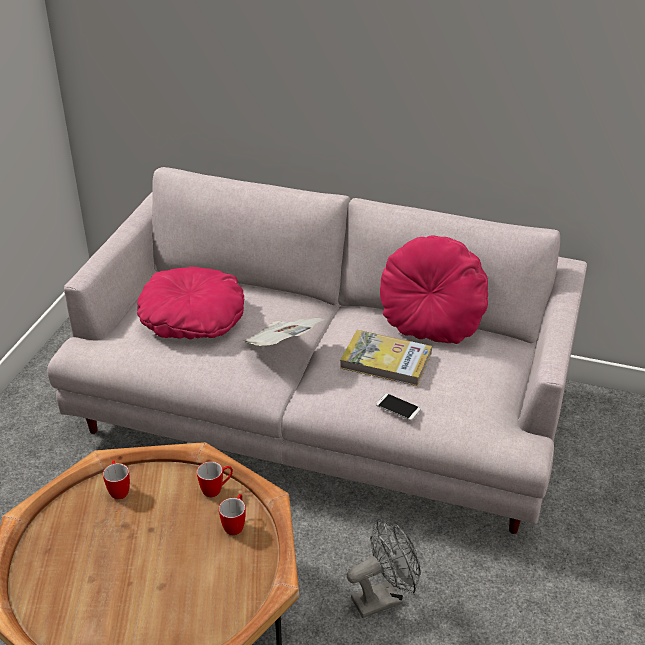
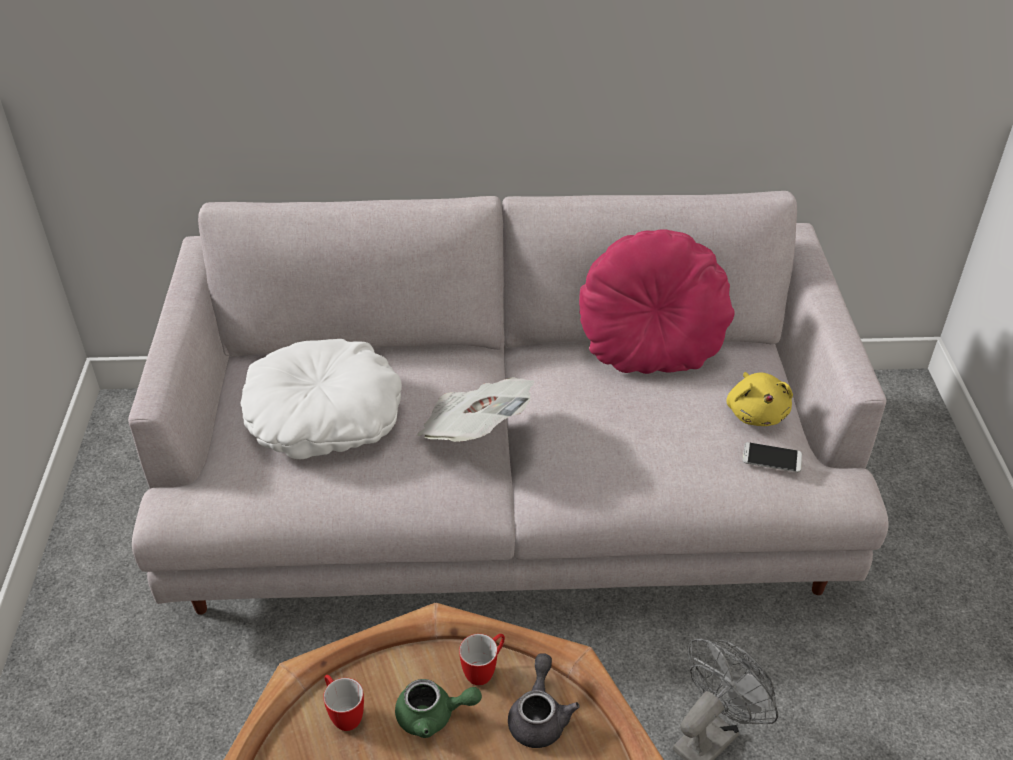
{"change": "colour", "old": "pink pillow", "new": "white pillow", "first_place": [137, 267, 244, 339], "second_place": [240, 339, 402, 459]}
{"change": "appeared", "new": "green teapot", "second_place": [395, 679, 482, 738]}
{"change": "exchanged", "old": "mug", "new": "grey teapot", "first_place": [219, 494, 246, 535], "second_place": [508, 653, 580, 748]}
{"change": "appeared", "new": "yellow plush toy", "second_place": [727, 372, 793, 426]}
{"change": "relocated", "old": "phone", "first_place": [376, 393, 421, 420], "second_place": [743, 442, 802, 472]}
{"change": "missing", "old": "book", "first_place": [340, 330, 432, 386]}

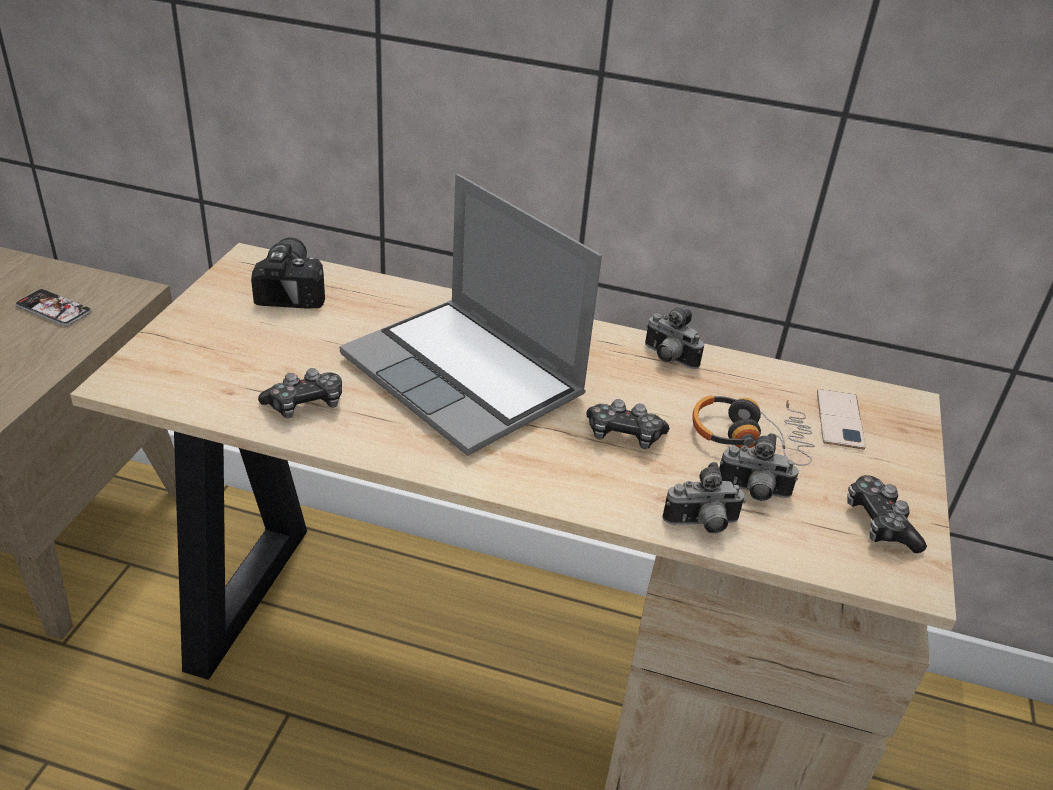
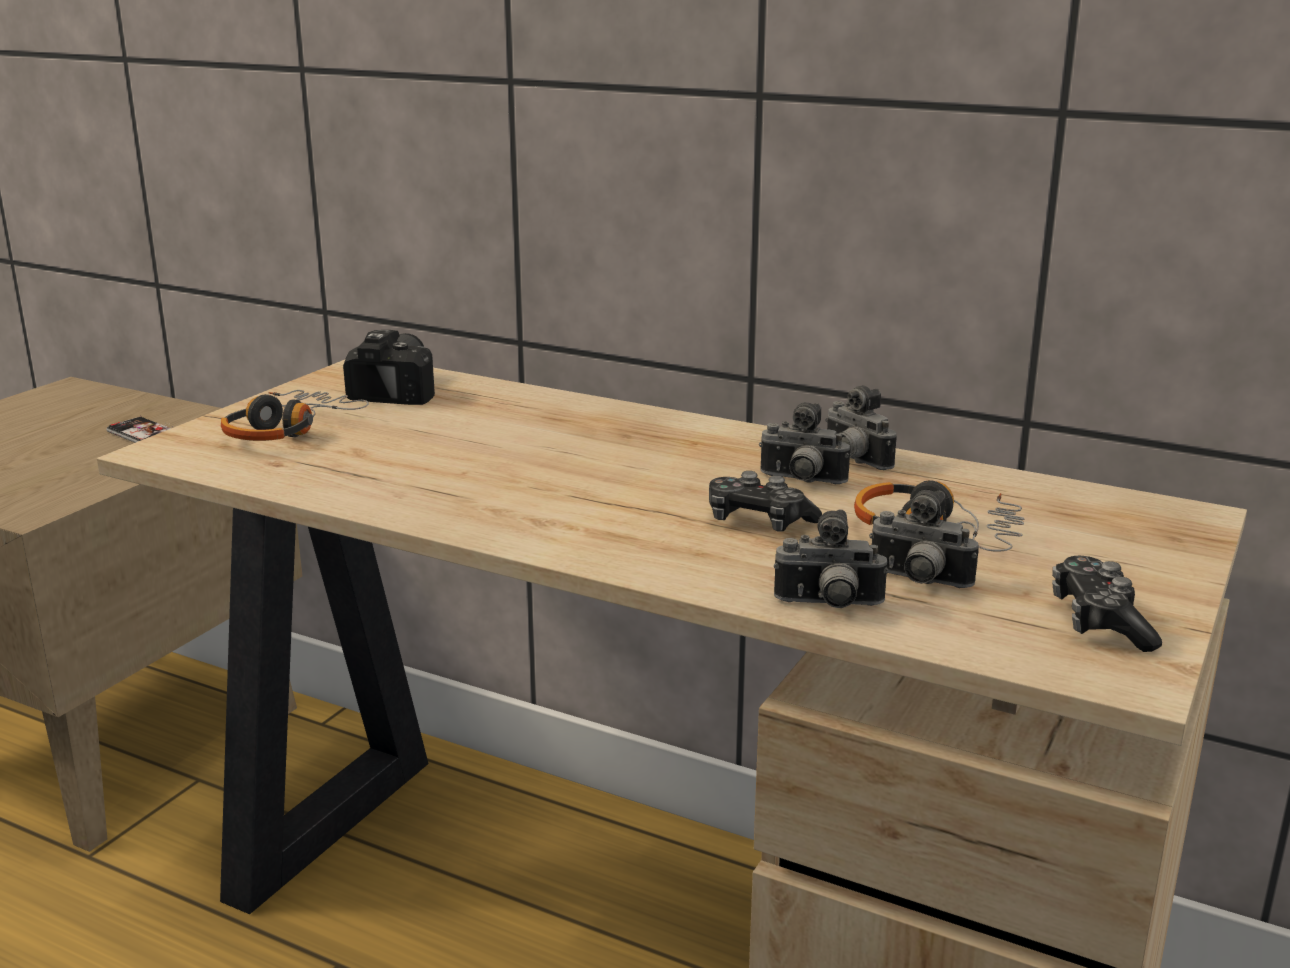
{"change": "appeared", "new": "headphones", "second_place": [221, 390, 369, 441]}
{"change": "appeared", "new": "photo camera", "second_place": [759, 402, 850, 484]}
{"change": "missing", "old": "game controller", "first_place": [258, 368, 342, 418]}
{"change": "missing", "old": "laptop", "first_place": [340, 174, 602, 456]}
{"change": "missing", "old": "phone", "first_place": [817, 389, 865, 449]}

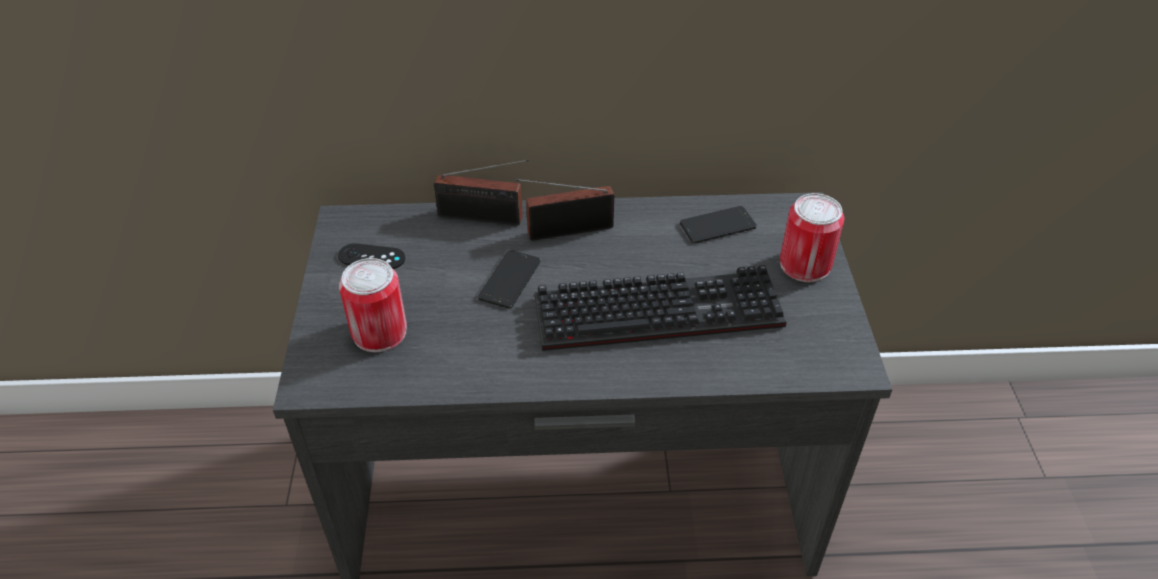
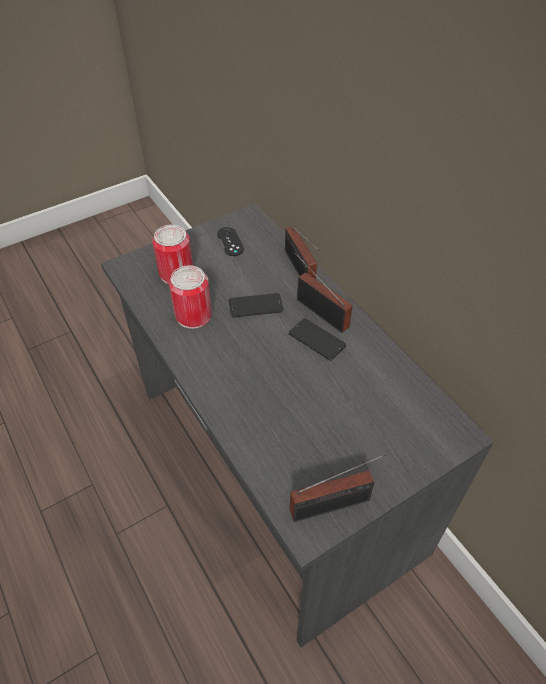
{"change": "relocated", "old": "can", "first_place": [780, 193, 844, 282], "second_place": [169, 265, 212, 329]}
{"change": "relocated", "old": "phone", "first_place": [680, 206, 757, 243], "second_place": [288, 318, 346, 361]}
{"change": "appeared", "new": "radio", "second_place": [290, 454, 385, 522]}
{"change": "missing", "old": "keyboard", "first_place": [535, 265, 787, 351]}

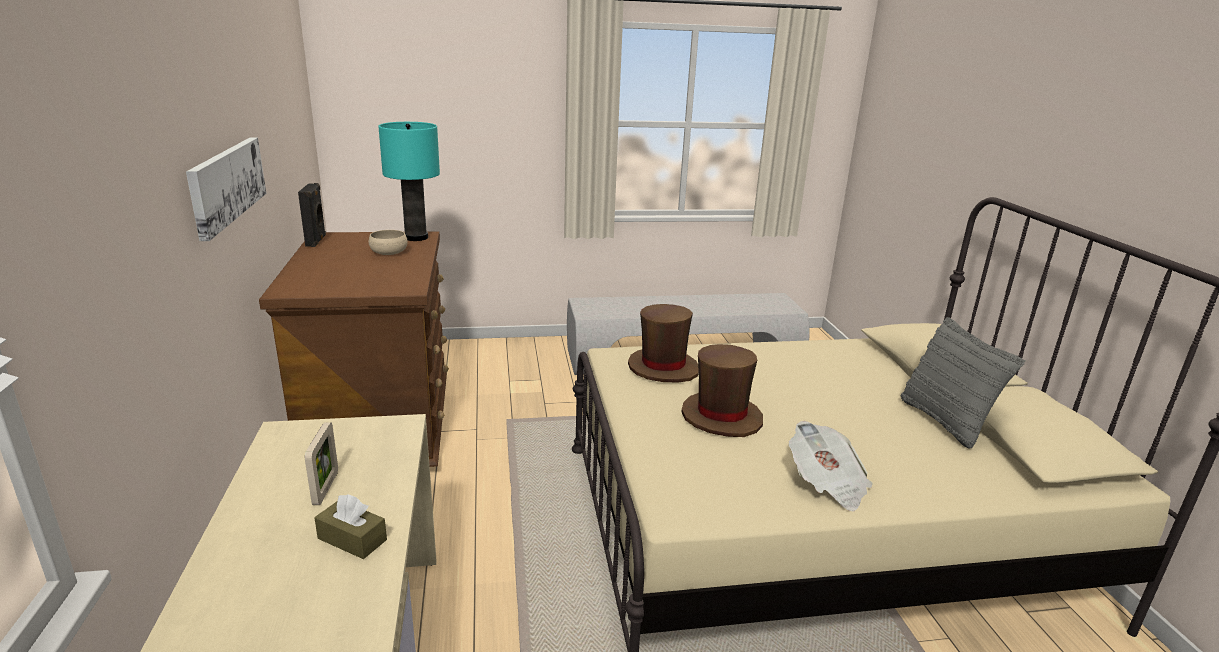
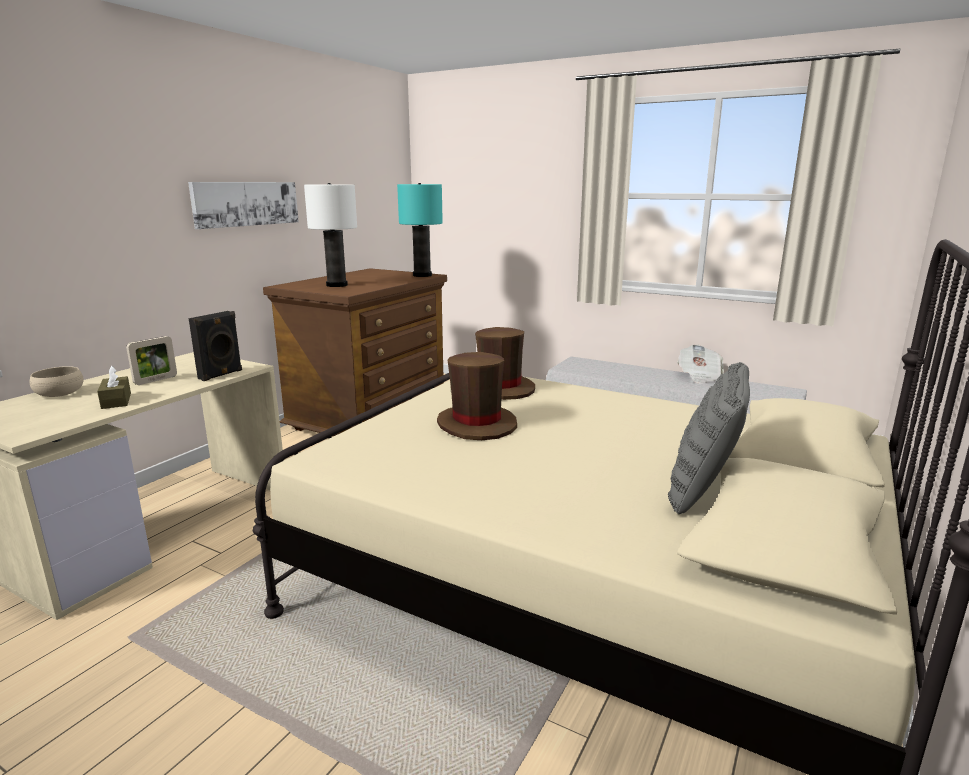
{"change": "relocated", "old": "beige bowl", "first_place": [368, 230, 408, 255], "second_place": [30, 366, 84, 397]}
{"change": "relocated", "old": "black speaker", "first_place": [298, 183, 326, 247], "second_place": [189, 311, 242, 381]}
{"change": "appeared", "new": "white table lamp", "second_place": [304, 183, 357, 287]}
{"change": "relocated", "old": "newspaper", "first_place": [789, 421, 873, 512], "second_place": [677, 344, 724, 384]}

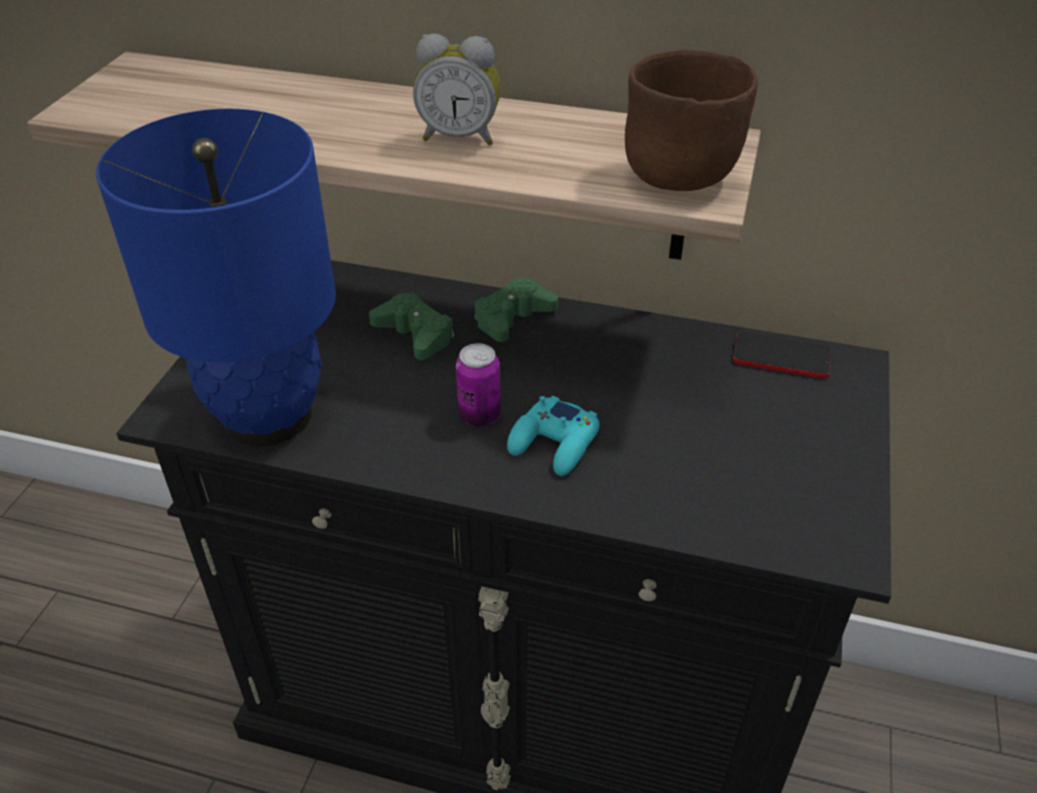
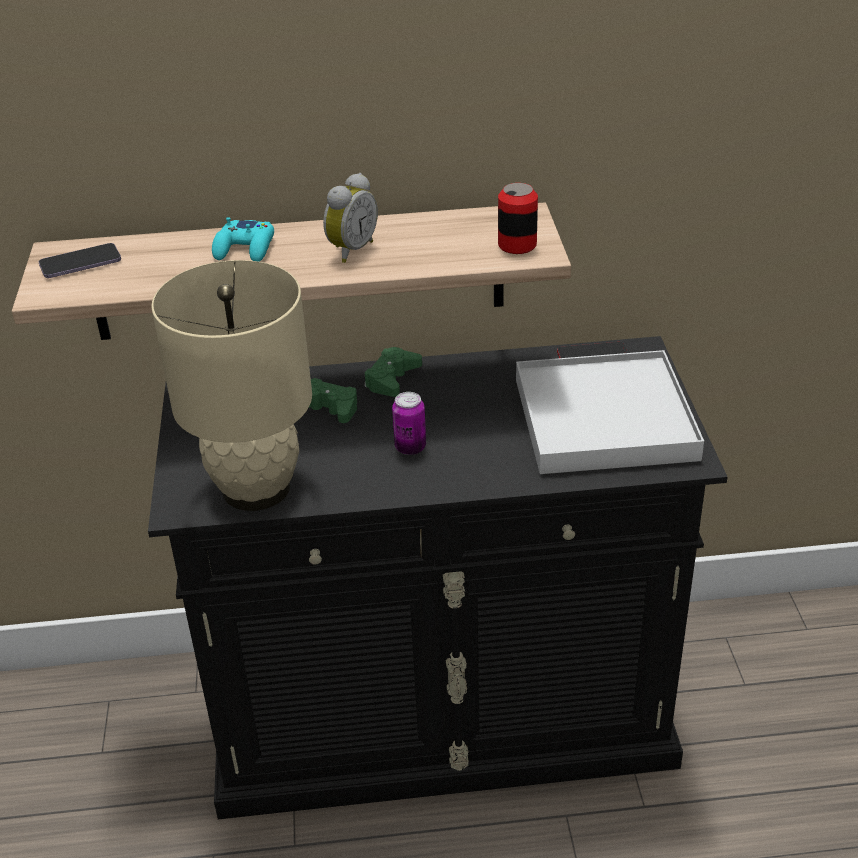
{"change": "appeared", "new": "phone", "second_place": [39, 243, 121, 278]}
{"change": "colour", "old": "blue table lamp", "new": "beige table lamp", "first_place": [96, 109, 336, 446], "second_place": [152, 260, 312, 511]}
{"change": "relocated", "old": "turquoise game controller", "first_place": [507, 396, 600, 476], "second_place": [212, 217, 274, 262]}
{"change": "spun", "old": "alarm clock", "first_place": [413, 34, 501, 146], "second_place": [323, 173, 378, 263], "degrees": -45}
{"change": "exchanged", "old": "brown bowl", "new": "can", "first_place": [625, 50, 758, 191], "second_place": [498, 183, 538, 254]}
{"change": "appeared", "new": "white tray", "second_place": [516, 350, 704, 474]}

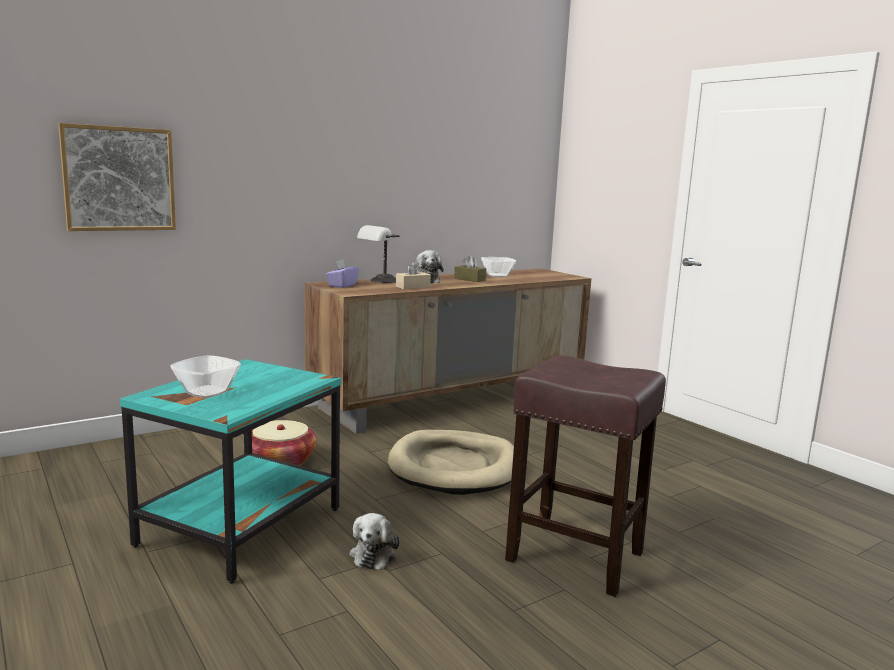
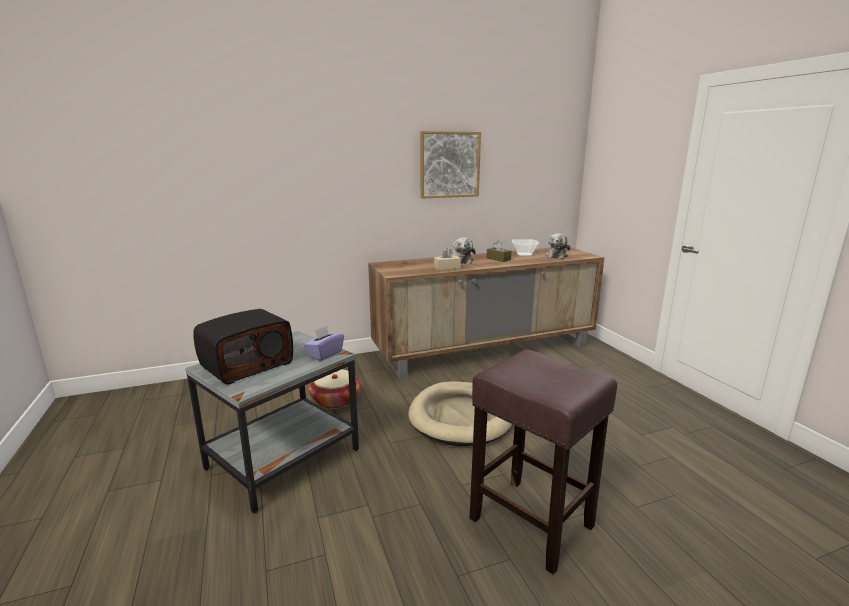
{"change": "colour", "old": "turquoise side table", "new": "grey side table", "first_place": [120, 359, 341, 584], "second_place": [185, 331, 359, 513]}
{"change": "exchanged", "old": "bowl", "new": "radio", "first_place": [170, 355, 241, 398], "second_place": [193, 309, 293, 384]}
{"change": "relocated", "old": "purple tissue box", "first_place": [326, 259, 359, 288], "second_place": [304, 326, 344, 361]}
{"change": "relocated", "old": "picture", "first_place": [58, 123, 176, 231], "second_place": [420, 131, 481, 199]}
{"change": "relocated", "old": "plush toy", "first_place": [350, 513, 400, 570], "second_place": [545, 233, 570, 259]}
{"change": "missing", "old": "table lamp", "first_place": [357, 225, 400, 283]}

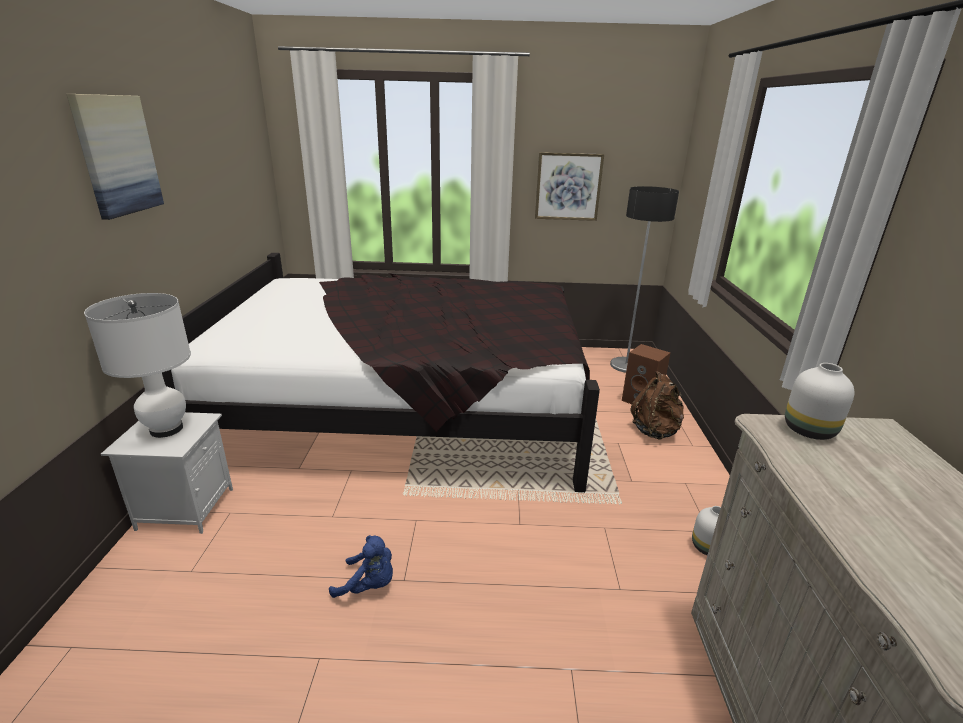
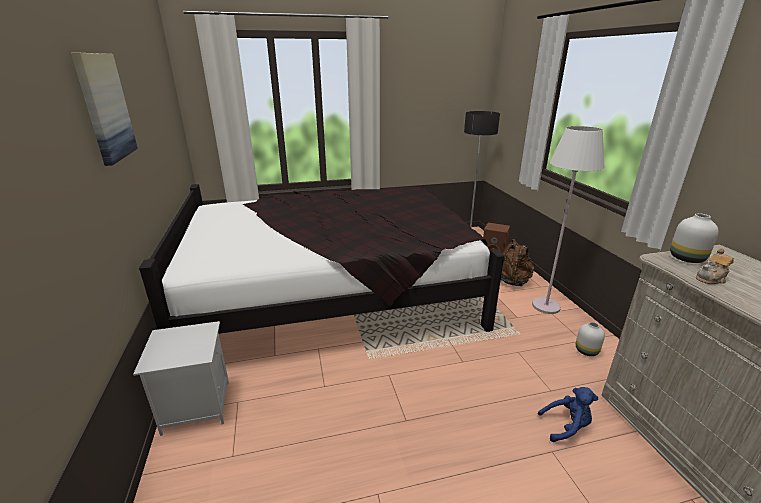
{"change": "appeared", "new": "white floor lamp", "second_place": [532, 126, 604, 314]}
{"change": "relocated", "old": "blue plush toy", "first_place": [329, 535, 393, 598], "second_place": [538, 387, 598, 442]}
{"change": "appeared", "new": "teapot", "second_place": [696, 248, 734, 284]}
{"change": "missing", "old": "white table lamp", "first_place": [84, 293, 191, 438]}
{"change": "missing", "old": "picture", "first_place": [535, 152, 604, 221]}

